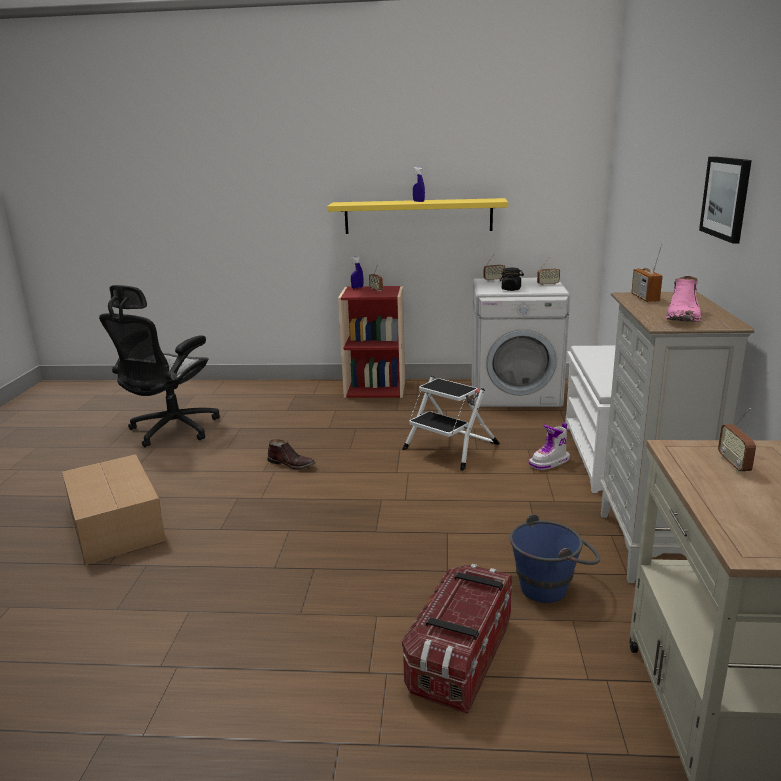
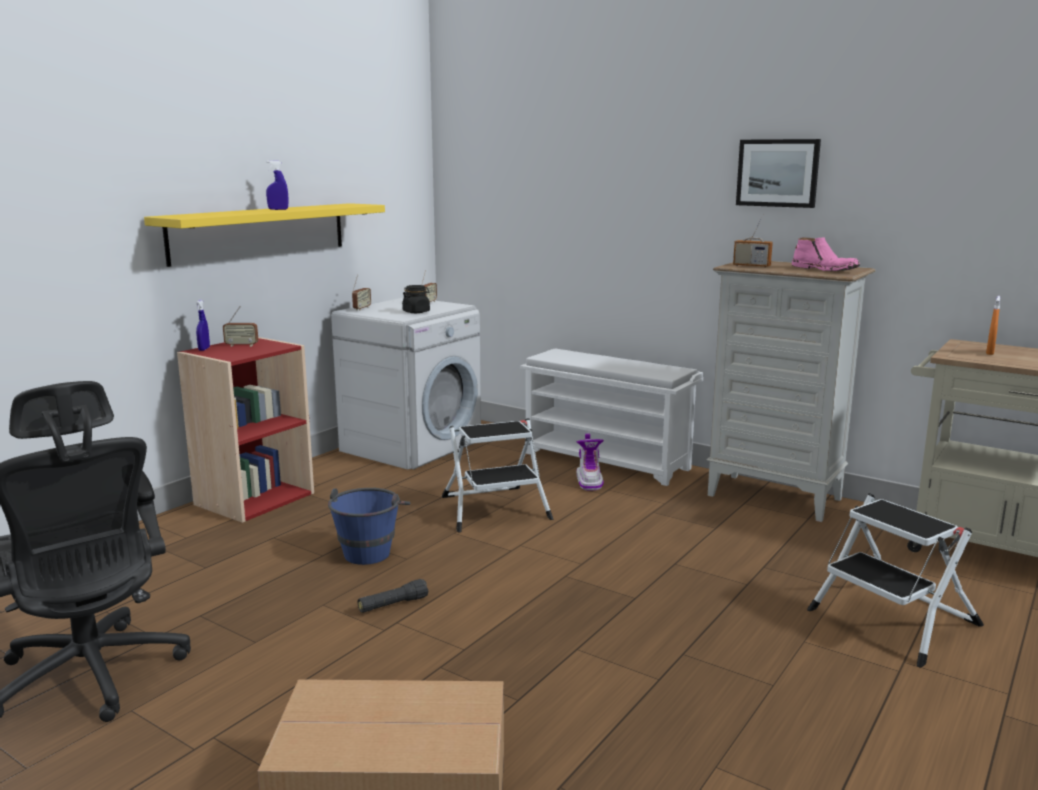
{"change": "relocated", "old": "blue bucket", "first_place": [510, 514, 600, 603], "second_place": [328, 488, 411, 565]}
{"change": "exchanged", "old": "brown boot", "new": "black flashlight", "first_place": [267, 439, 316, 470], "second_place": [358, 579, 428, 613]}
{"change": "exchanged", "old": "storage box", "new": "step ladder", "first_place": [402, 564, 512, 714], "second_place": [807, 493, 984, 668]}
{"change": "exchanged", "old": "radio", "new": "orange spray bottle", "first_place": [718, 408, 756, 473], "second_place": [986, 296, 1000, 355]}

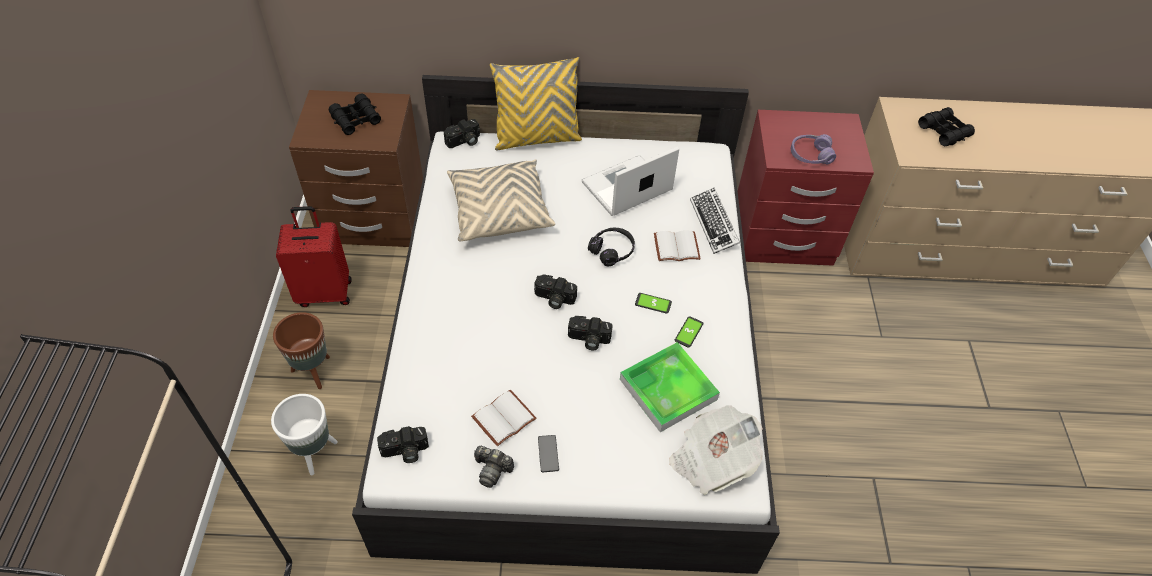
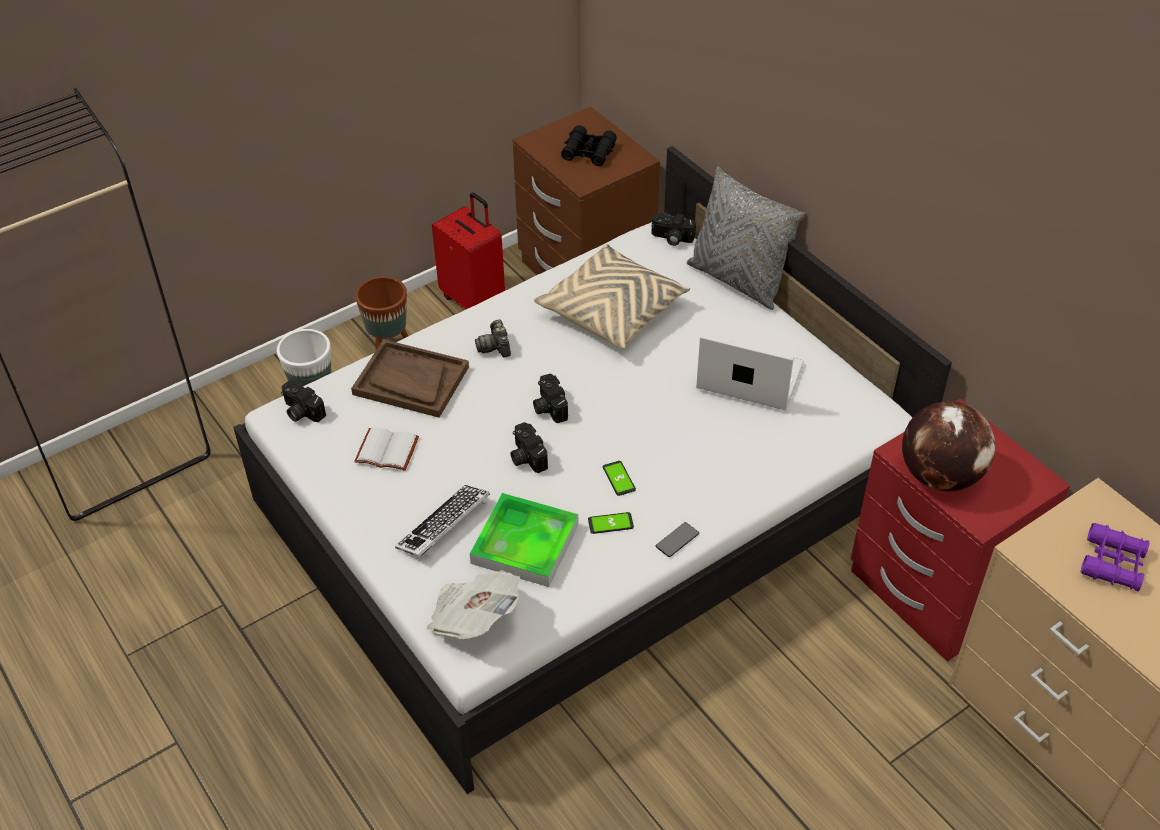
{"change": "appeared", "new": "brown tray", "second_place": [351, 339, 469, 418]}
{"change": "relocated", "old": "keyboard", "first_place": [690, 187, 740, 254], "second_place": [395, 485, 490, 557]}
{"change": "relocated", "old": "photo camera", "first_place": [474, 446, 514, 488], "second_place": [475, 320, 511, 358]}
{"change": "relocated", "old": "phone", "first_place": [538, 435, 559, 472], "second_place": [656, 522, 699, 557]}
{"change": "colour", "old": "yellow pillow", "new": "grey pillow", "first_place": [490, 57, 582, 150], "second_place": [687, 166, 805, 310]}
{"change": "exchanged", "old": "purple headphones", "new": "globe", "first_place": [791, 134, 836, 165], "second_place": [902, 401, 995, 491]}
{"change": "colour", "old": "black binoculars", "new": "purple binoculars", "first_place": [918, 107, 975, 146], "second_place": [1081, 523, 1150, 591]}
{"change": "missing", "old": "black headphones", "first_place": [588, 228, 635, 266]}
{"change": "missing", "old": "white book", "first_place": [654, 230, 701, 261]}

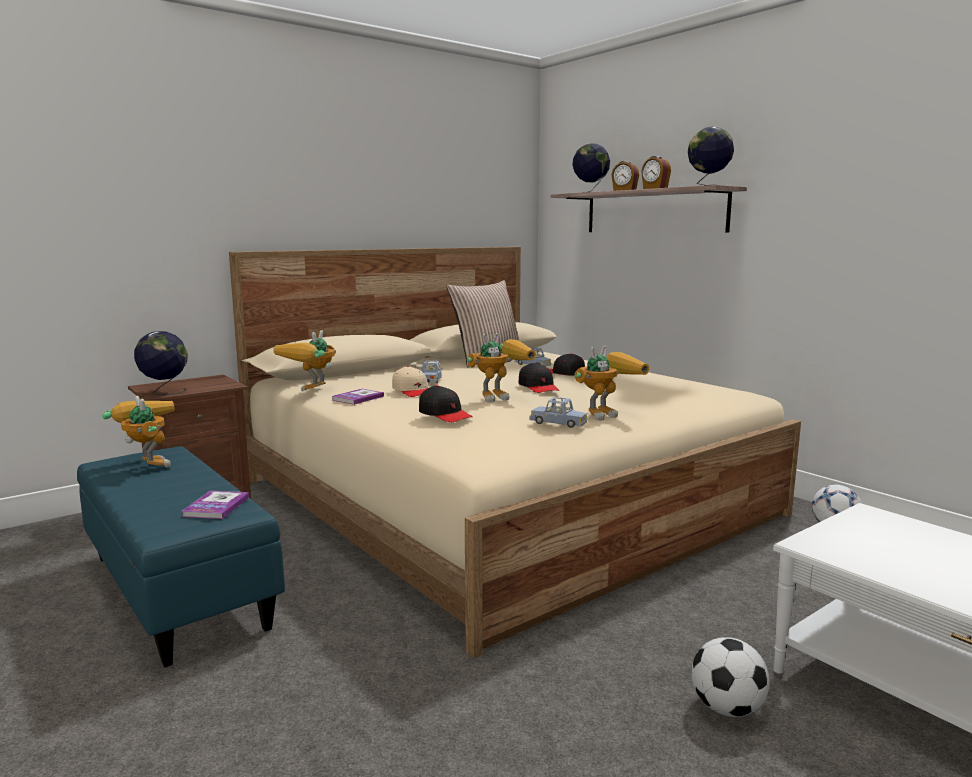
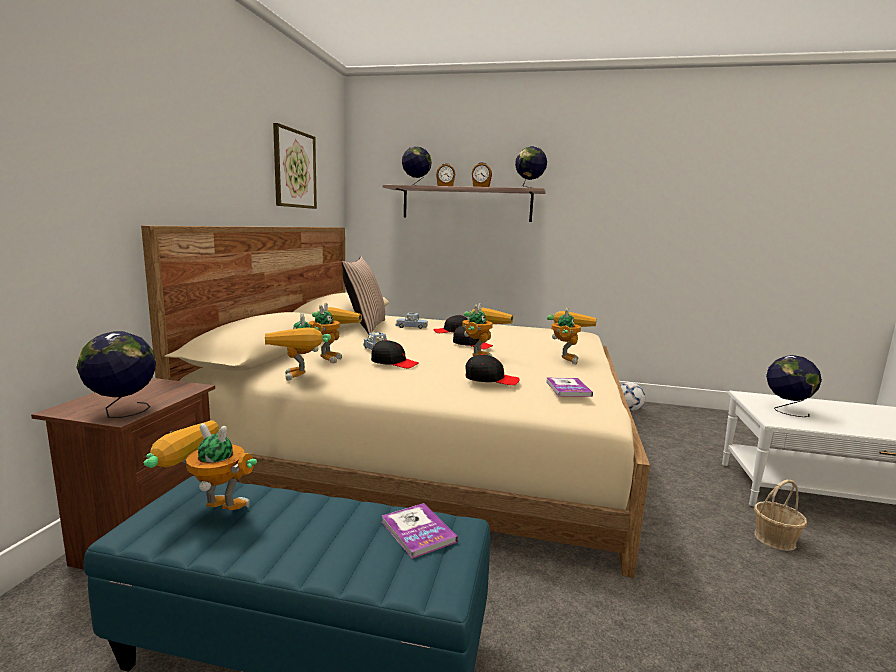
{"change": "appeared", "new": "picture", "second_place": [273, 123, 317, 209]}
{"change": "appeared", "new": "toy robot", "second_place": [309, 303, 362, 363]}
{"change": "colour", "old": "beige cap", "new": "black cap", "first_place": [392, 366, 428, 397], "second_place": [371, 340, 419, 368]}
{"change": "relocated", "old": "book", "first_place": [332, 389, 384, 405], "second_place": [546, 378, 593, 397]}
{"change": "exchanged", "old": "football", "new": "basket", "first_place": [691, 637, 770, 717], "second_place": [754, 480, 807, 551]}
{"change": "appeared", "new": "globe", "second_place": [766, 355, 822, 417]}
{"change": "missing", "old": "blue toy car", "first_place": [529, 397, 587, 428]}

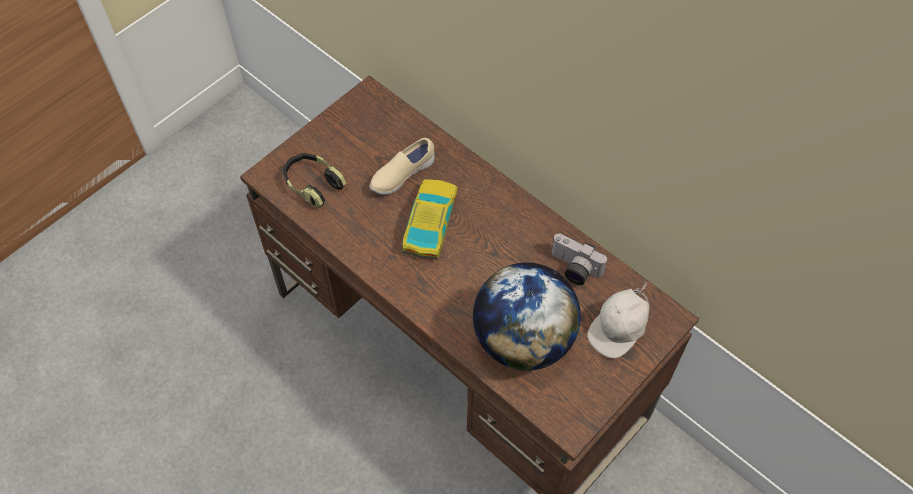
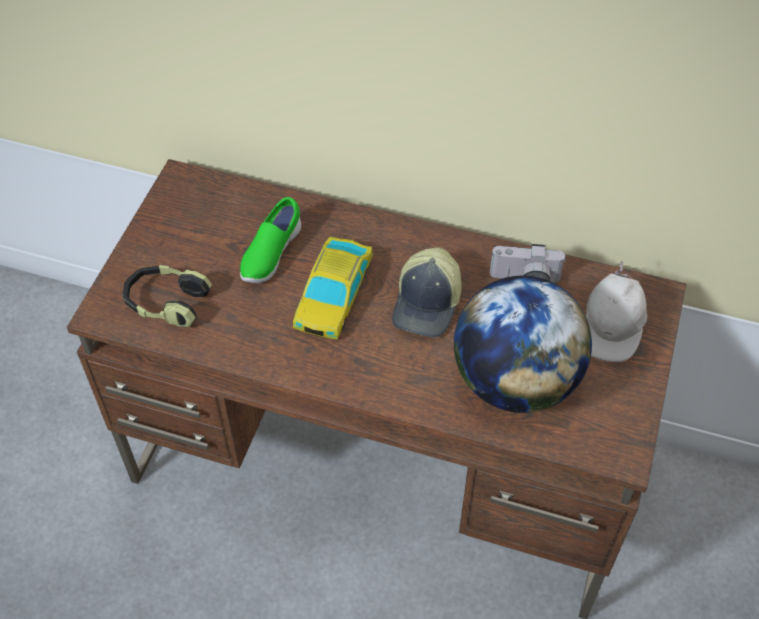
{"change": "colour", "old": "beige shoe", "new": "green shoe", "first_place": [369, 138, 435, 195], "second_place": [240, 197, 301, 283]}
{"change": "spun", "old": "toy car", "first_place": [402, 179, 458, 260], "second_place": [293, 237, 373, 340], "degrees": -150}
{"change": "appeared", "new": "cap", "second_place": [392, 247, 461, 337]}

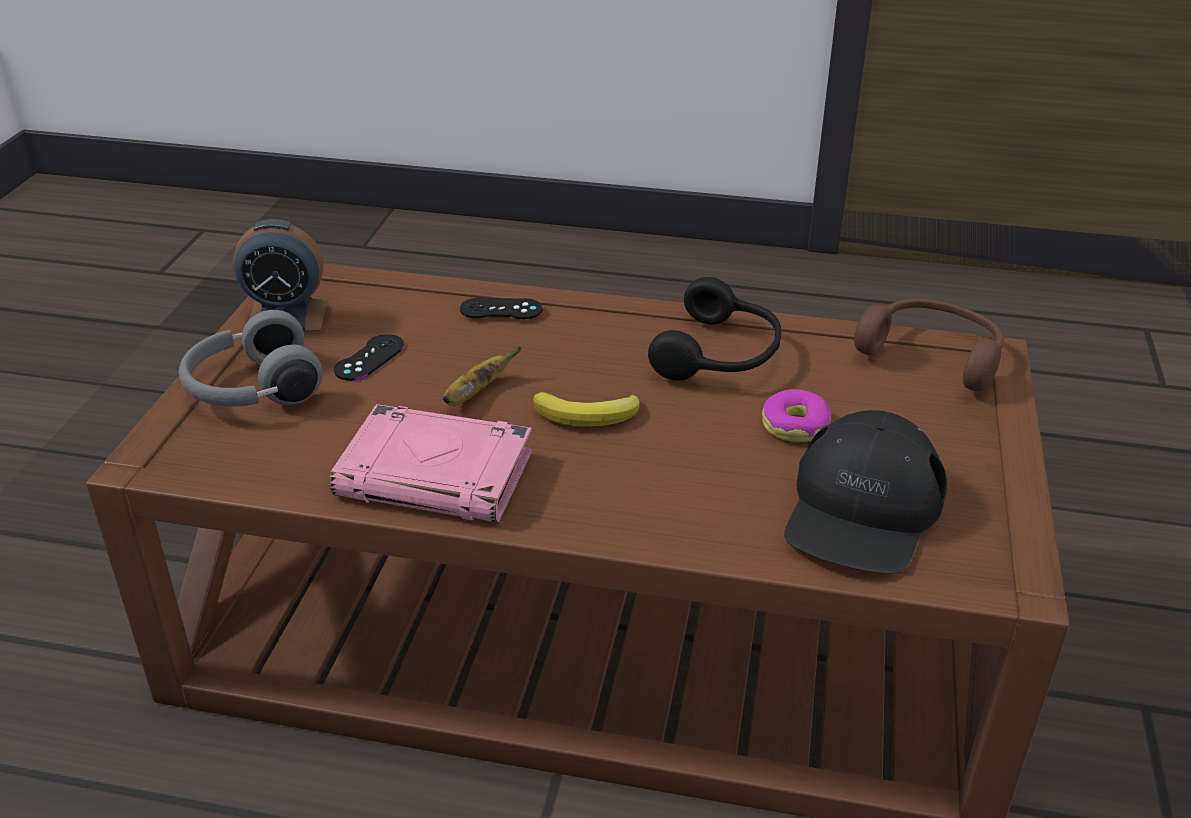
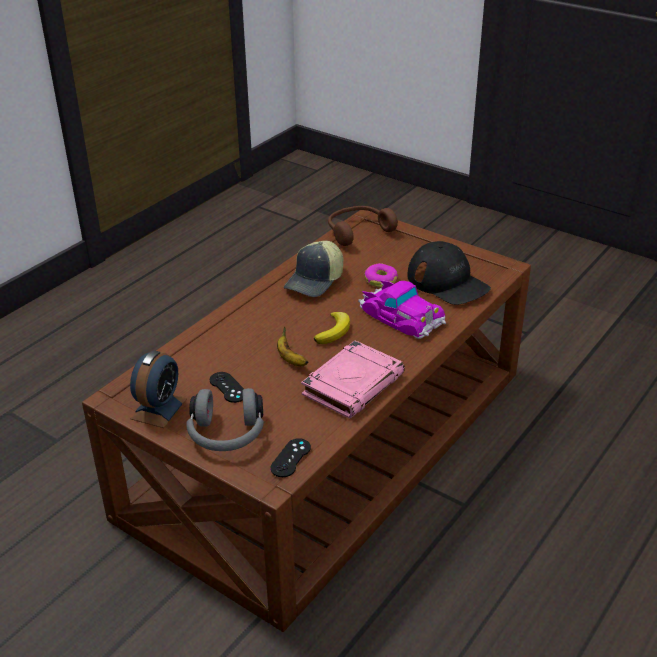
{"change": "relocated", "old": "black game controller", "first_place": [460, 298, 542, 319], "second_place": [270, 438, 311, 477]}
{"change": "exchanged", "old": "black headphones", "new": "cap", "first_place": [648, 277, 781, 381], "second_place": [284, 241, 343, 297]}
{"change": "appeared", "new": "toy car", "second_place": [358, 280, 446, 339]}

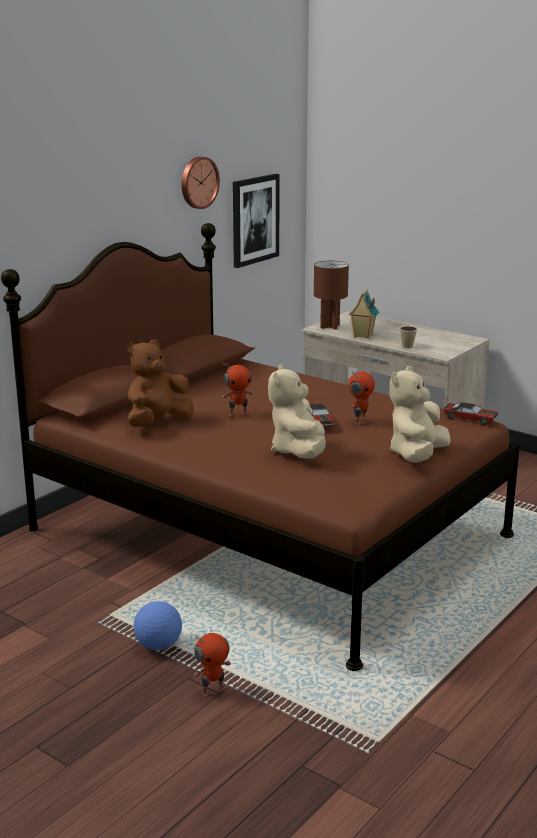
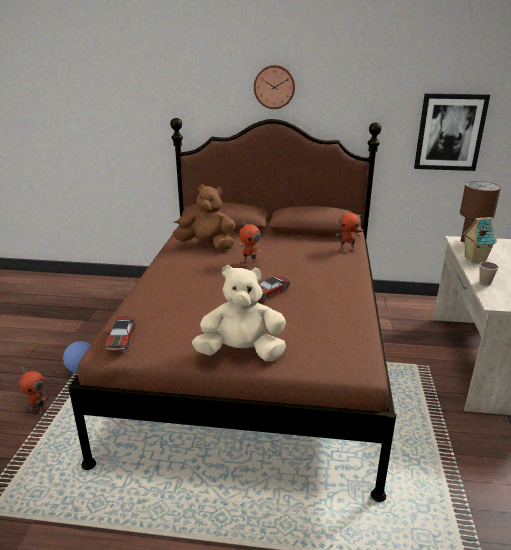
{"change": "relocated", "old": "toy car", "first_place": [443, 402, 498, 425], "second_place": [105, 316, 136, 350]}
{"change": "relocated", "old": "wall clock", "first_place": [182, 157, 220, 209], "second_place": [254, 65, 295, 109]}
{"change": "relocated", "old": "toy robot", "first_place": [348, 371, 375, 425], "second_place": [336, 210, 360, 251]}
{"change": "missing", "old": "beige plush toy", "first_place": [268, 365, 326, 459]}

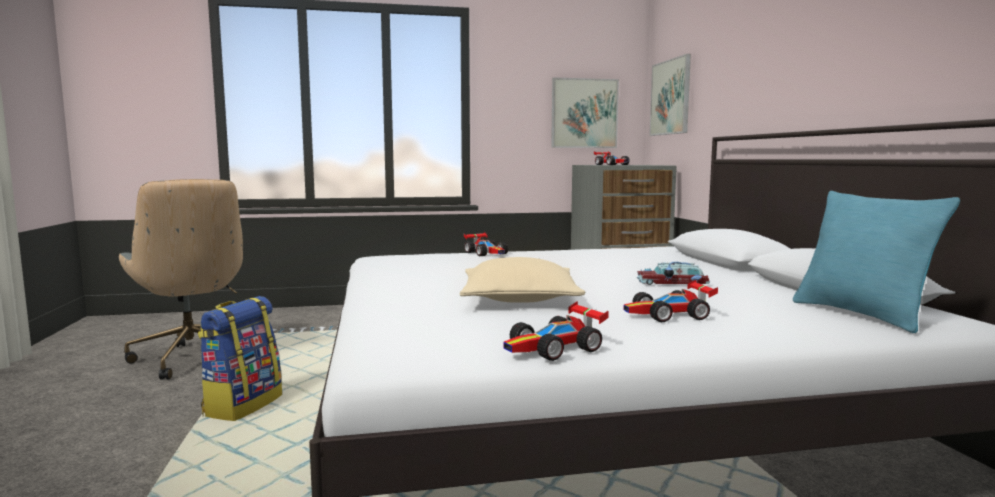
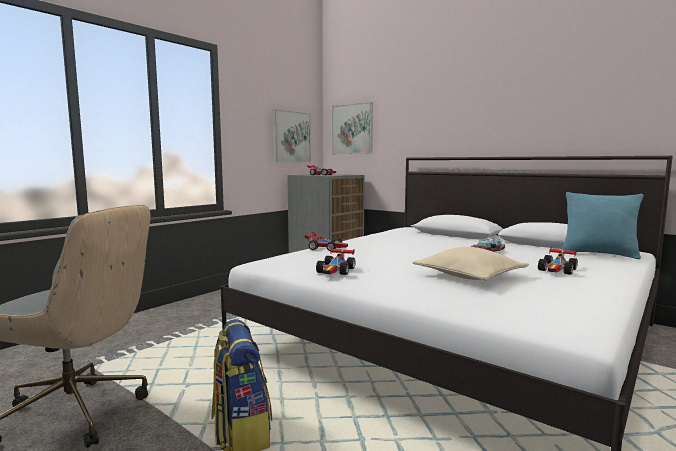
{"change": "relocated", "old": "toy car", "first_place": [503, 301, 609, 361], "second_place": [316, 247, 355, 275]}

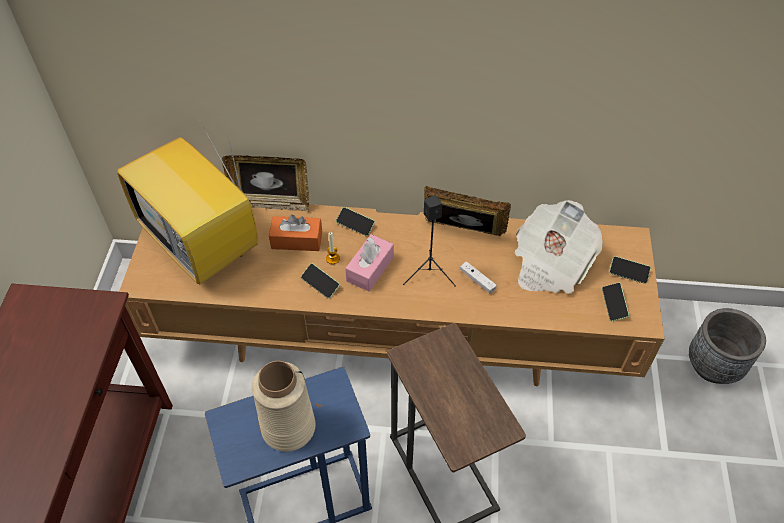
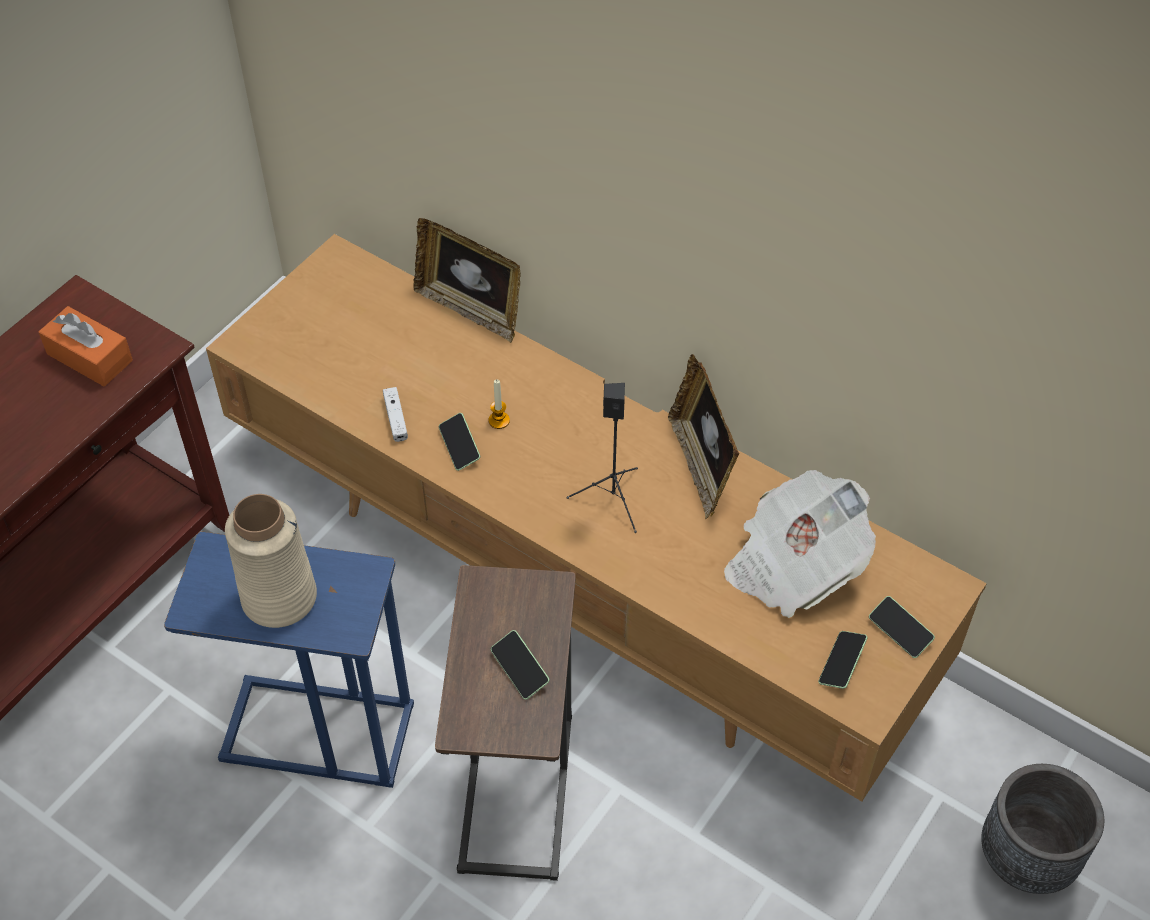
{"change": "relocated", "old": "orange tissue box", "first_place": [269, 215, 322, 251], "second_place": [38, 306, 133, 386]}
{"change": "relocated", "old": "white game controller", "first_place": [460, 261, 497, 294], "second_place": [383, 387, 408, 442]}
{"change": "relocated", "old": "phone", "first_place": [336, 207, 375, 236], "second_place": [491, 630, 549, 700]}
{"change": "spun", "old": "picture frame", "first_place": [424, 186, 511, 236], "second_place": [668, 354, 739, 519], "degrees": -150}
{"change": "missing", "old": "television", "first_place": [117, 119, 258, 284]}
{"change": "missing", "old": "pink tissue box", "first_place": [345, 234, 394, 292]}

